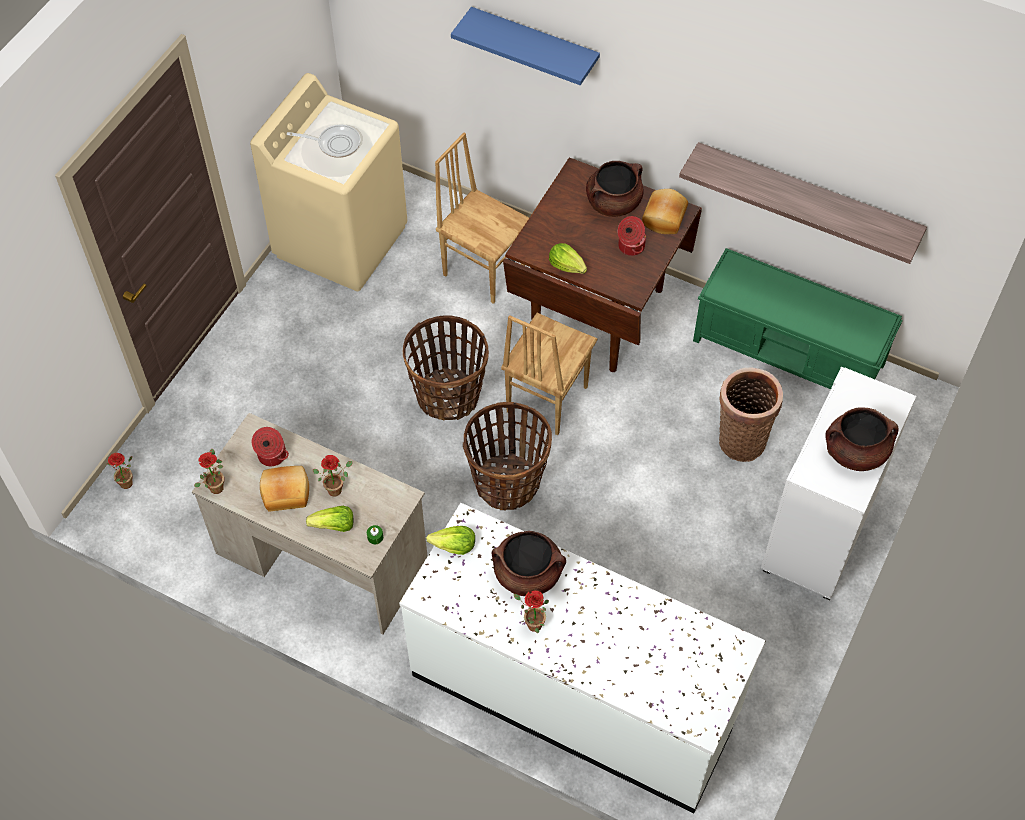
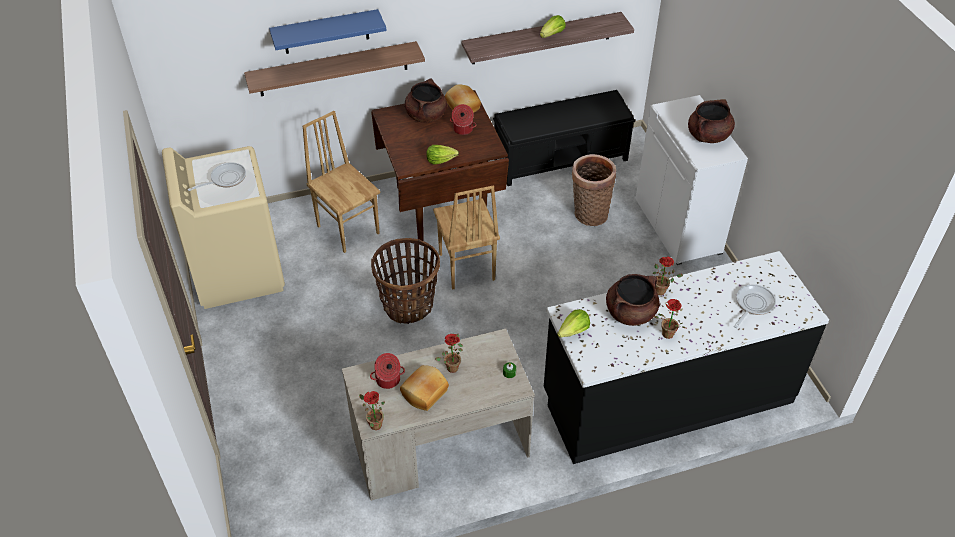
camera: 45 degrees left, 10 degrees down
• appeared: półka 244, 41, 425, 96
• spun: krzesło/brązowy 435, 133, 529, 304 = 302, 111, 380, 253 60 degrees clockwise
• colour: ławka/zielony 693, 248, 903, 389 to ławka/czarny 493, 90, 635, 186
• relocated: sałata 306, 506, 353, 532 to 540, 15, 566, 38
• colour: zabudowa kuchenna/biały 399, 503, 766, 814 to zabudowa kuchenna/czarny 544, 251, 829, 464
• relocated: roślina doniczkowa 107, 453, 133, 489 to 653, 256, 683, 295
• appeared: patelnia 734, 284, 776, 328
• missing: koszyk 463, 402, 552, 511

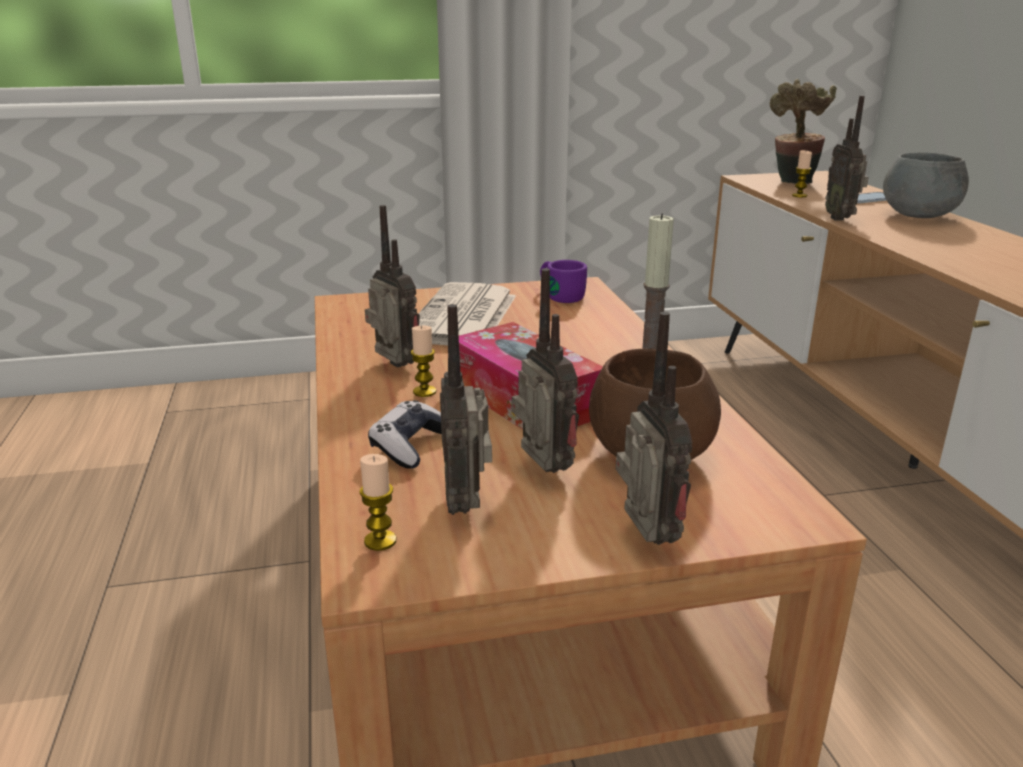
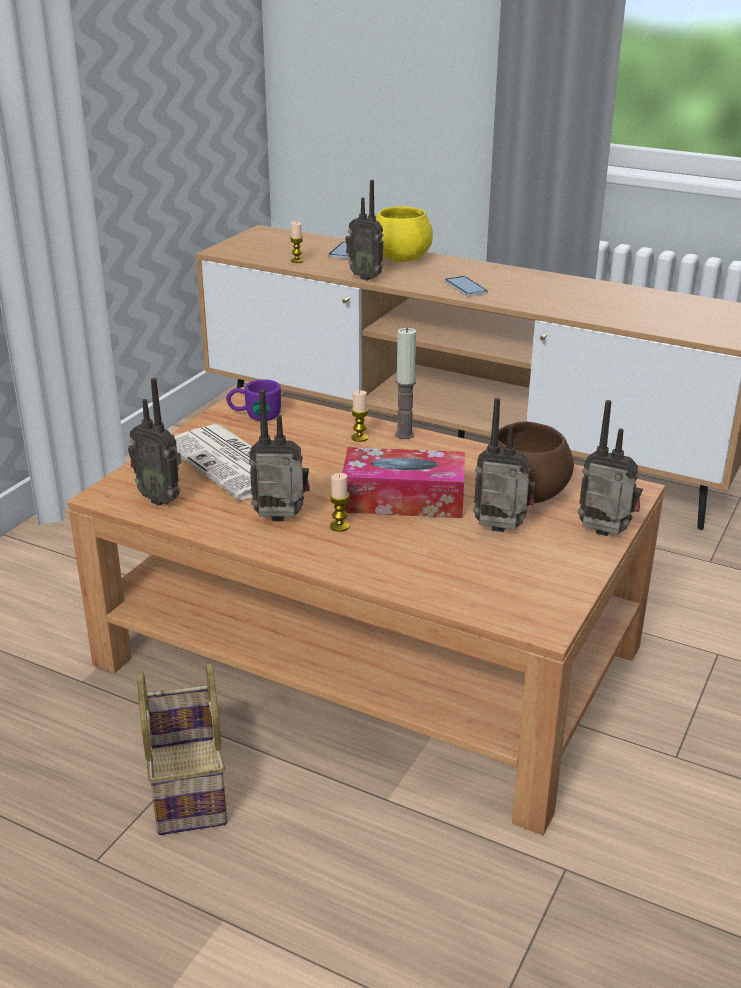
camera: 50 degrees left, 5 degrees up
• relocated: radio 440, 304, 492, 515 to 128, 378, 181, 506
• appeared: koszyk 137, 663, 227, 835
• relocated: świeca 359, 454, 396, 551 to 351, 390, 369, 442
• colour: miska/szary 883, 152, 969, 218 to miska/żółty 376, 206, 433, 262
• appeared: telefon 445, 276, 488, 296
• missing: pad do gier 368, 400, 442, 469
• missing: roślina doniczkowa 770, 79, 837, 184

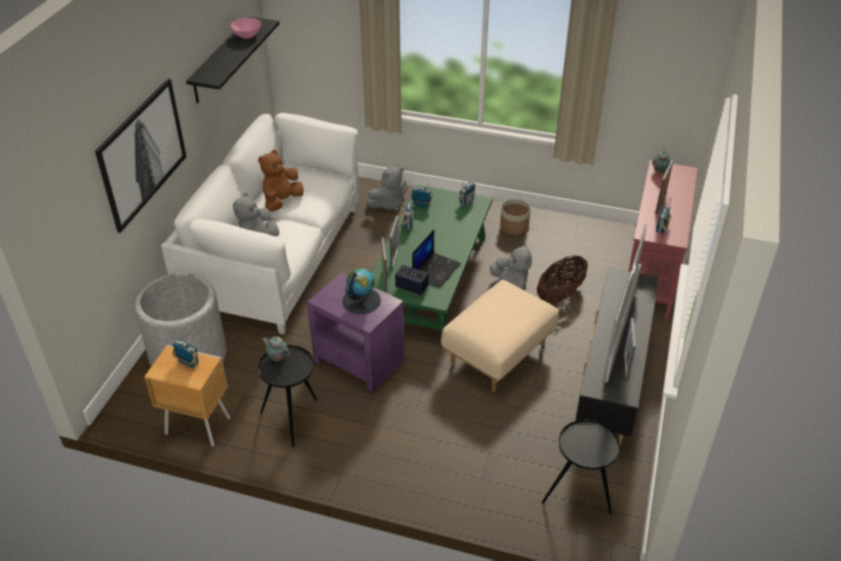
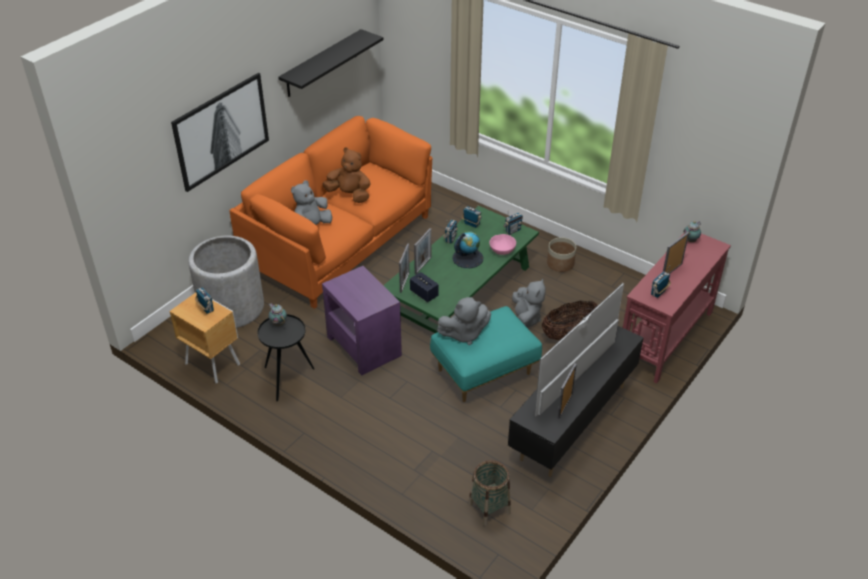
camera: 20 degrees right, 0 degrees up
• colour: kanapa/biały 161, 113, 359, 334 to kanapa/pomarańczowy 229, 116, 432, 309
• spun: pluszak/brązowy 258, 150, 304, 212 = 322, 147, 371, 203 60 degrees clockwise
• colour: pufa/beżowy 441, 280, 559, 392 to pufa/turkusowy 430, 306, 542, 402
• relocated: pluszak/szary 366, 167, 407, 211 to 437, 297, 491, 345
• relocated: globus 342, 268, 381, 314 to 452, 231, 483, 268
• exchanged: stolik/czarny 542, 420, 620, 514 to koszyk 468, 460, 511, 526
• relocated: miska/różowy 231, 18, 261, 39 to 489, 234, 516, 255
• missing: laptop 412, 230, 461, 288

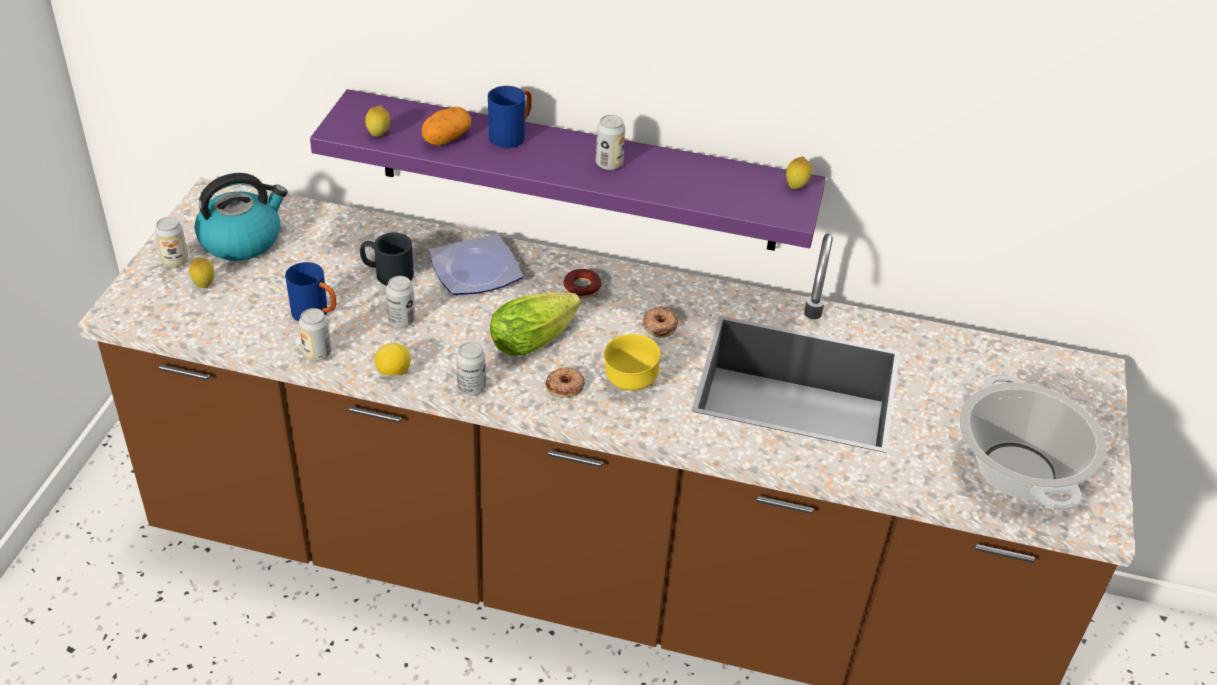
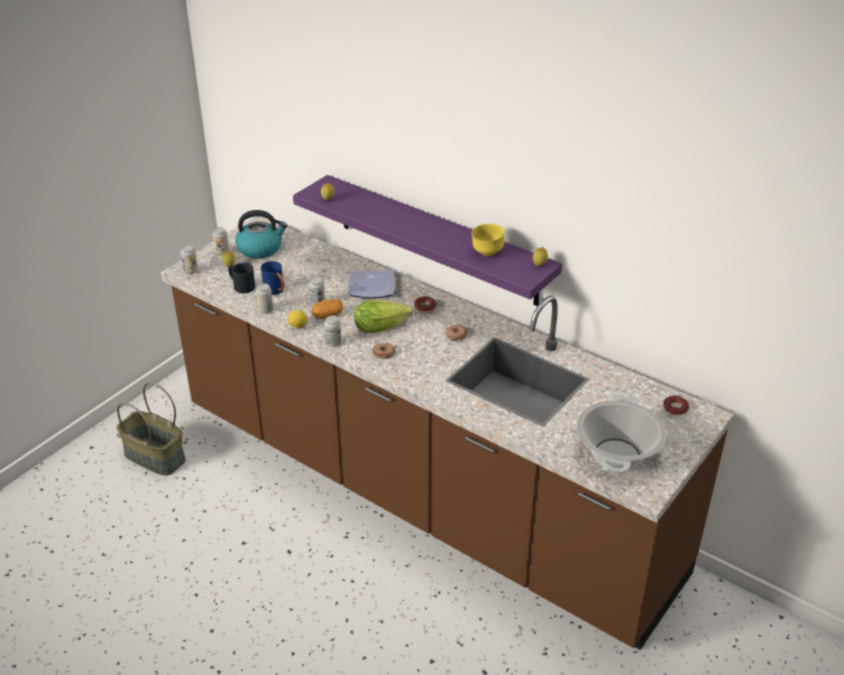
camera: 25 degrees right, 5 degrees down
• appeared: koszyk 117, 382, 186, 476
• relocated: puszka 596, 115, 625, 170 to 180, 245, 198, 274
• relocated: kubek/czarny 360, 233, 414, 286 to 228, 263, 255, 293
• relocated: ziemniak 422, 107, 471, 145 to 311, 299, 343, 319
• relocated: miska/żółty 604, 334, 661, 391 to 471, 224, 505, 256
• appeared: donut 663, 396, 689, 416
• missing: kubek/niebieski 488, 86, 532, 148

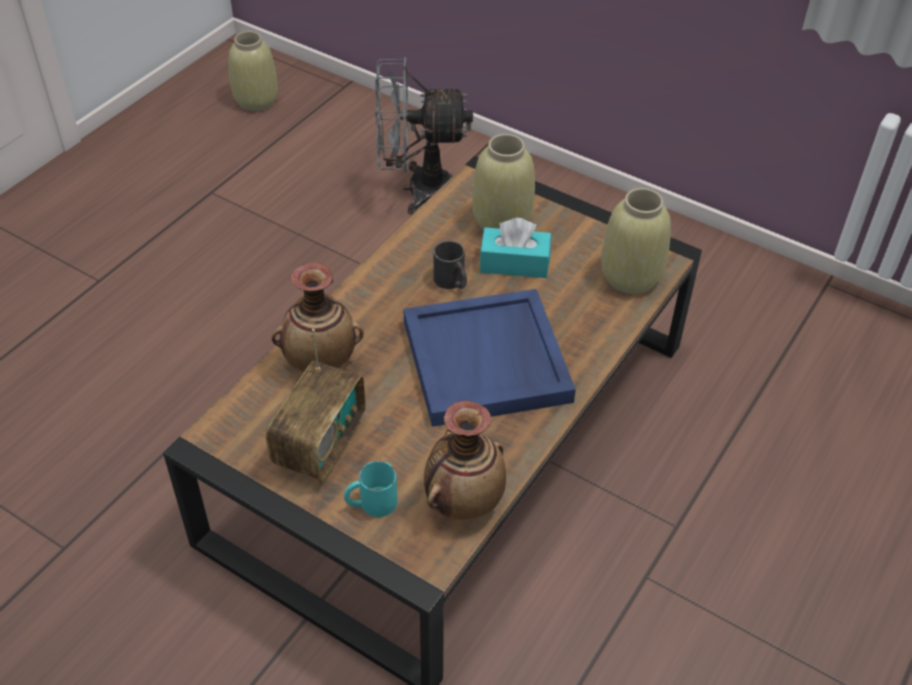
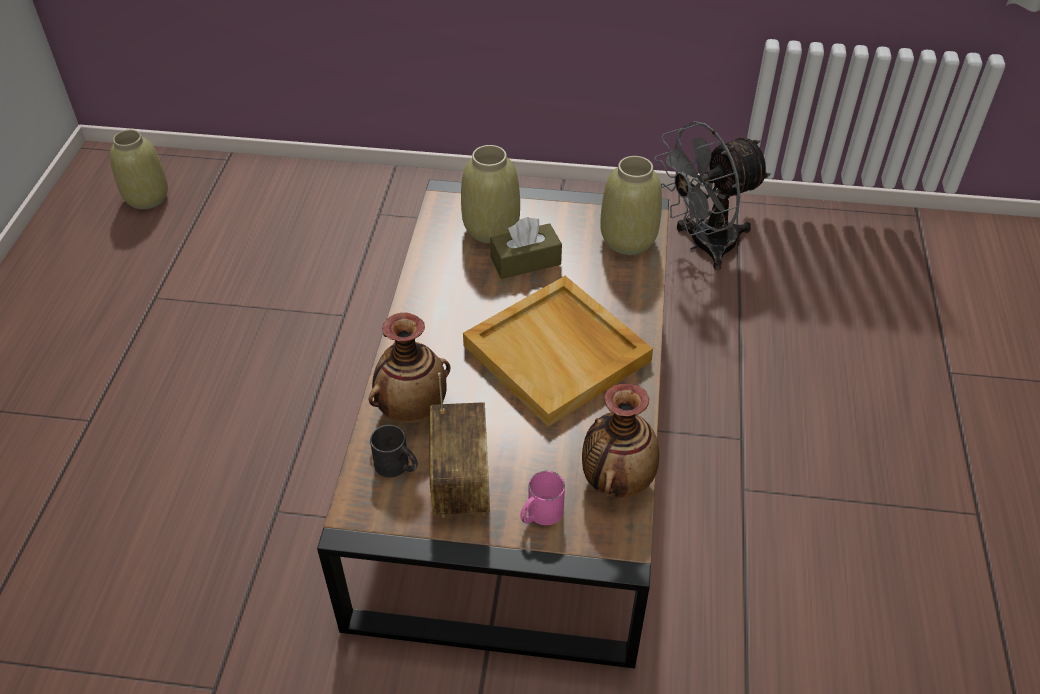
camera: 25 degrees left, 0 degrees up
• relocated: kubek/czarny 433, 241, 467, 289 to 370, 425, 418, 478
• colour: taca/niebieski 403, 289, 576, 427 to taca/beżowy 463, 276, 653, 427
• colour: pudełko chusteczek/turkusowy 480, 218, 551, 278 to pudełko chusteczek/brązowy 490, 217, 562, 279
• colour: kubek/turkusowy 344, 461, 398, 517 to kubek/różowy 520, 471, 565, 525
• relocated: wentylator/szary 375, 57, 473, 215 to 654, 121, 771, 270

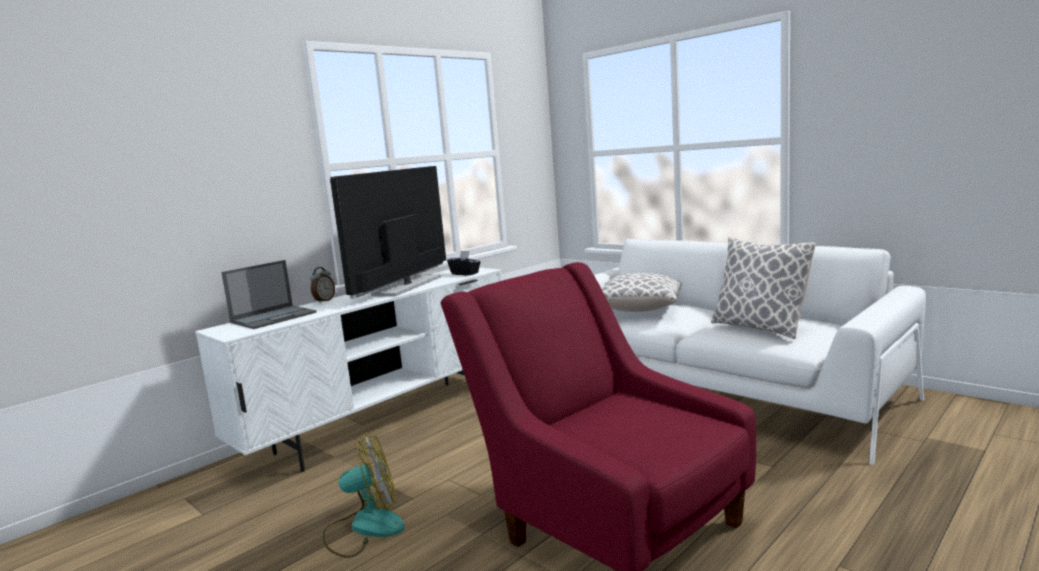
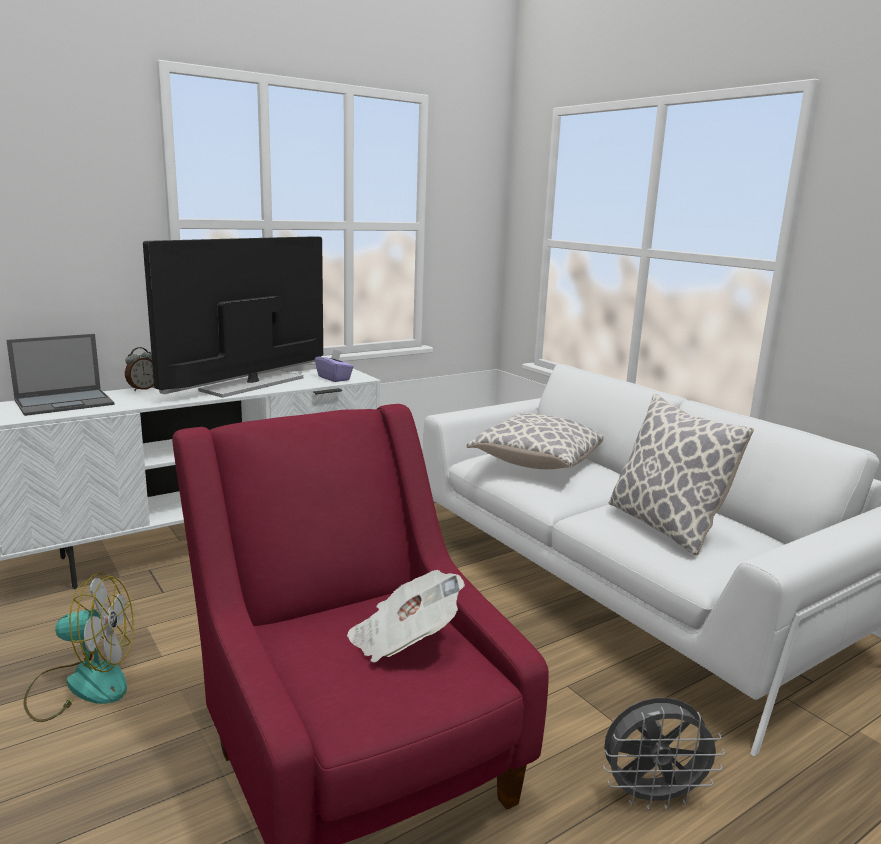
camera: 10 degrees right, 5 degrees up
• colour: pudełko chusteczek/czarny 447, 251, 480, 276 to pudełko chusteczek/fioletowy 315, 349, 354, 382
• appeared: gazeta 347, 570, 465, 663
• appeared: wentylator/szary 603, 698, 725, 810

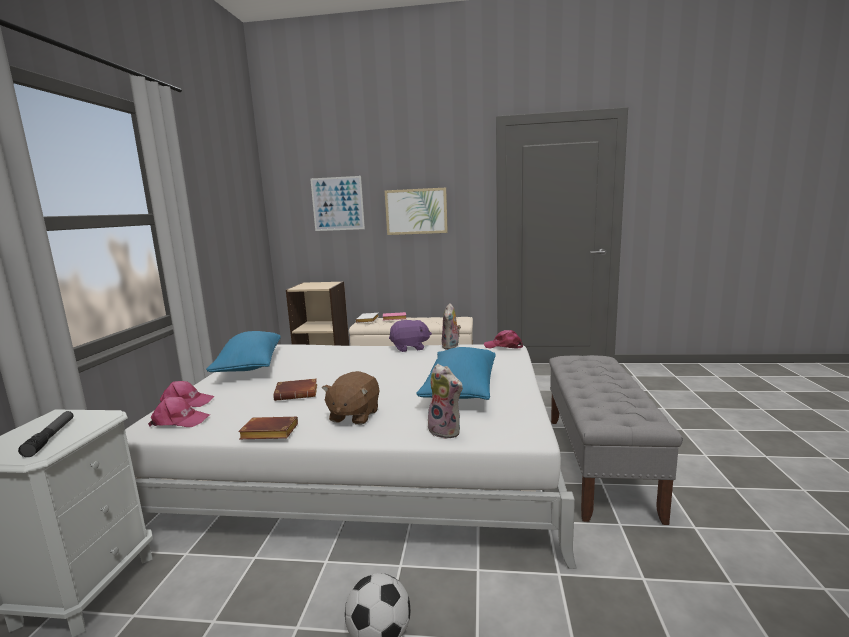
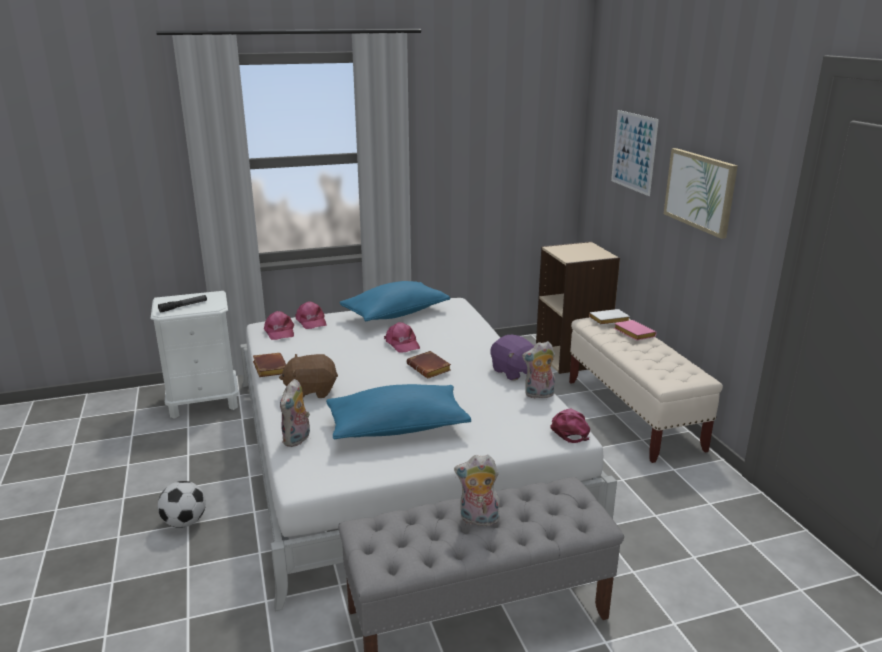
camera: 65 degrees right, 10 degrees up
• appeared: czapka z daszkiem/różowy 384, 322, 420, 353
• relocated: książka/brązowy 273, 378, 317, 401 to 407, 351, 451, 378
• appeared: pluszak 454, 455, 501, 526

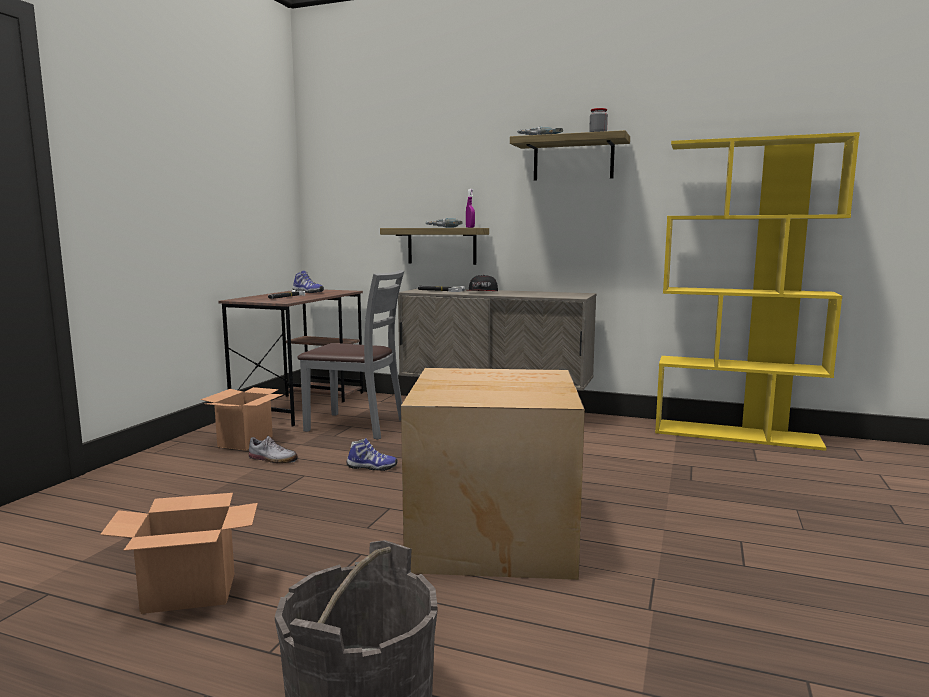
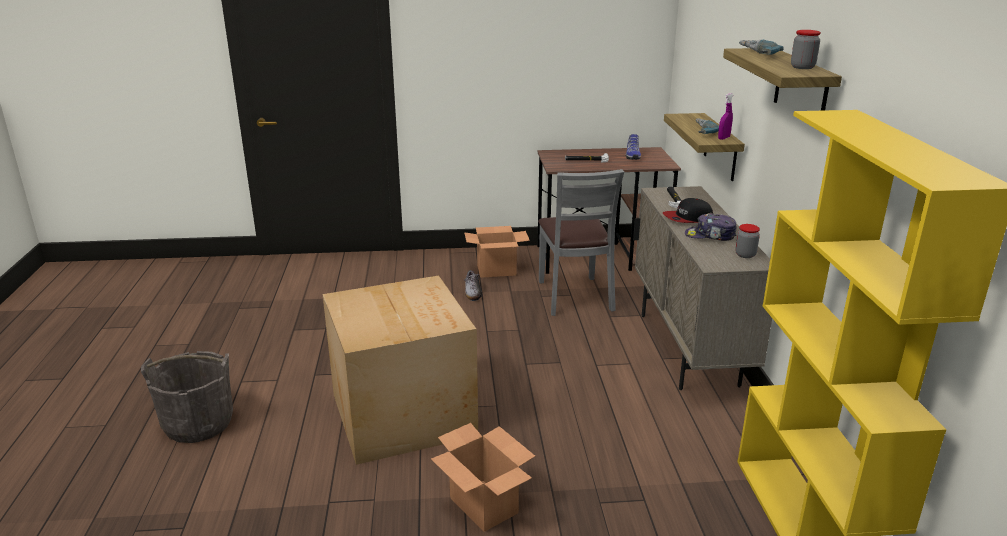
camera: 65 degrees right, 15 degrees up
• relocated: karton 100, 493, 258, 614 to 431, 423, 535, 532
• appeared: czapka z daszkiem 685, 213, 737, 241
• appeared: słoik 735, 224, 760, 258
• missing: but 347, 438, 397, 471

